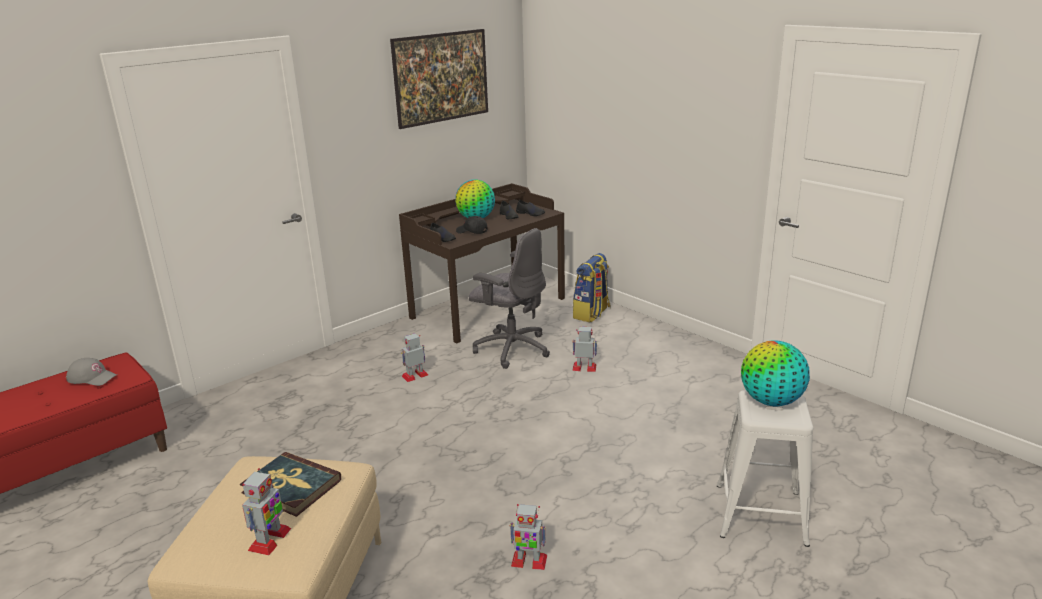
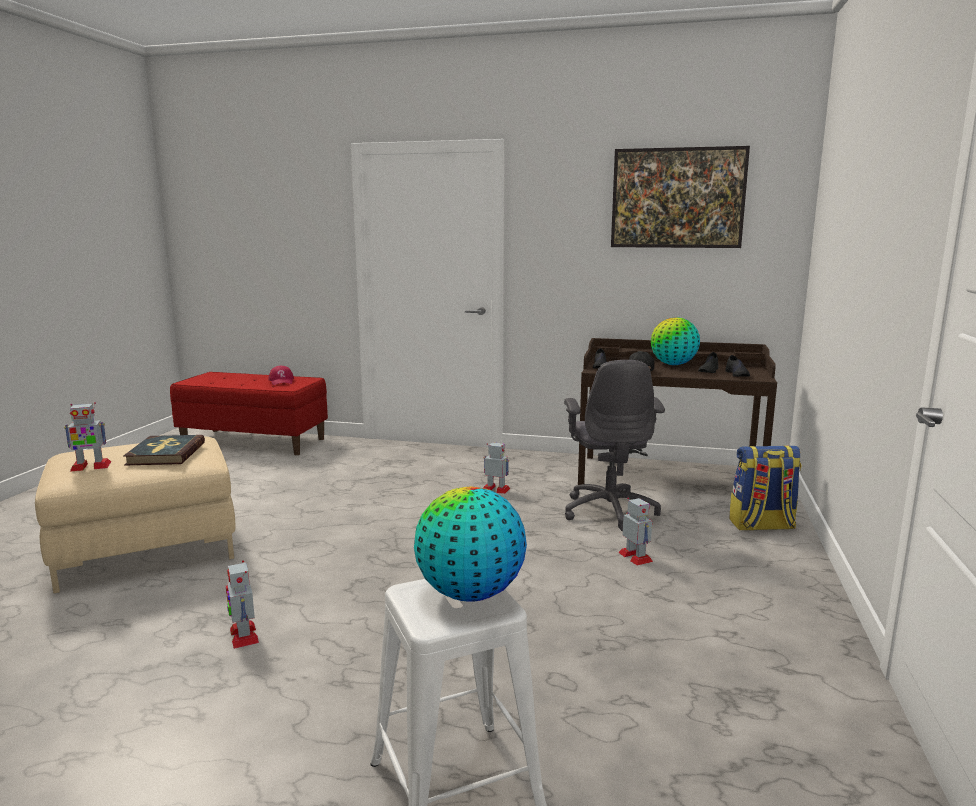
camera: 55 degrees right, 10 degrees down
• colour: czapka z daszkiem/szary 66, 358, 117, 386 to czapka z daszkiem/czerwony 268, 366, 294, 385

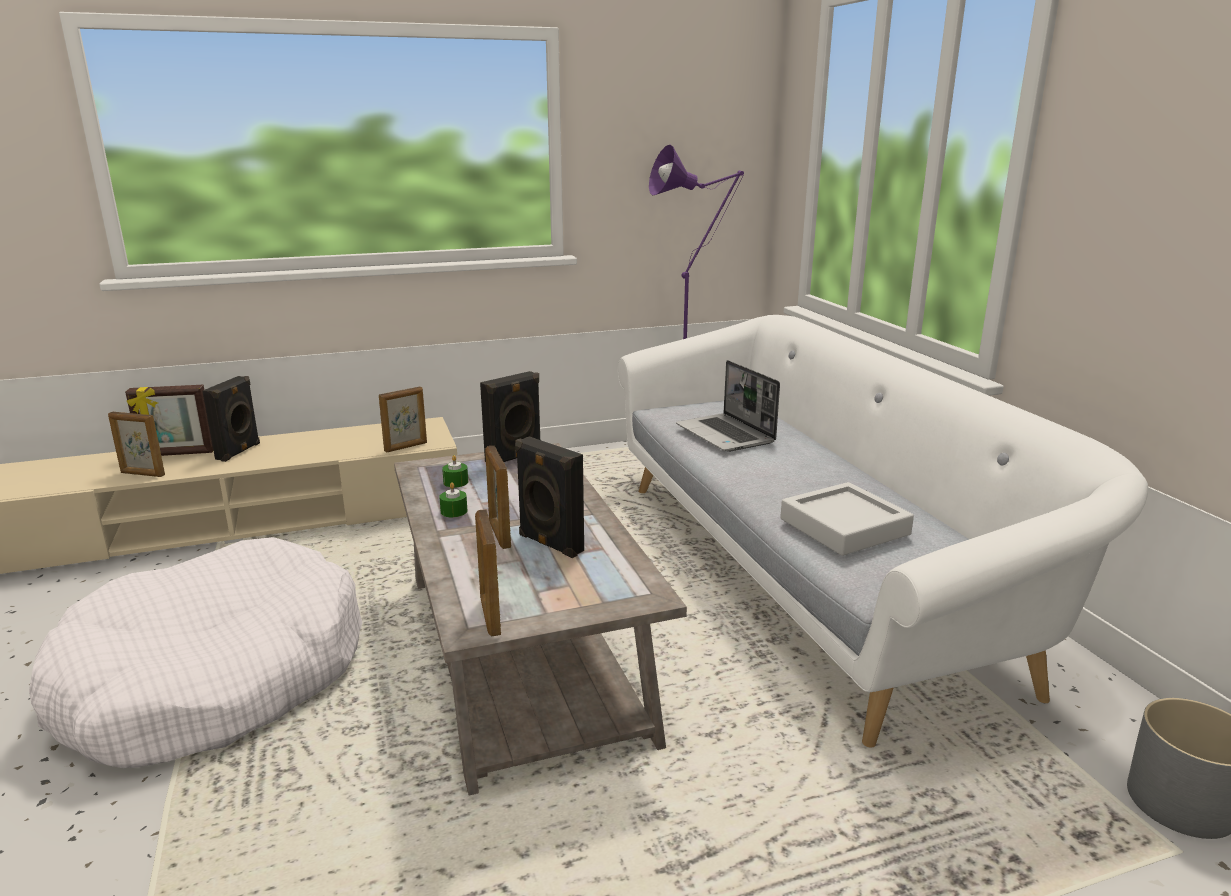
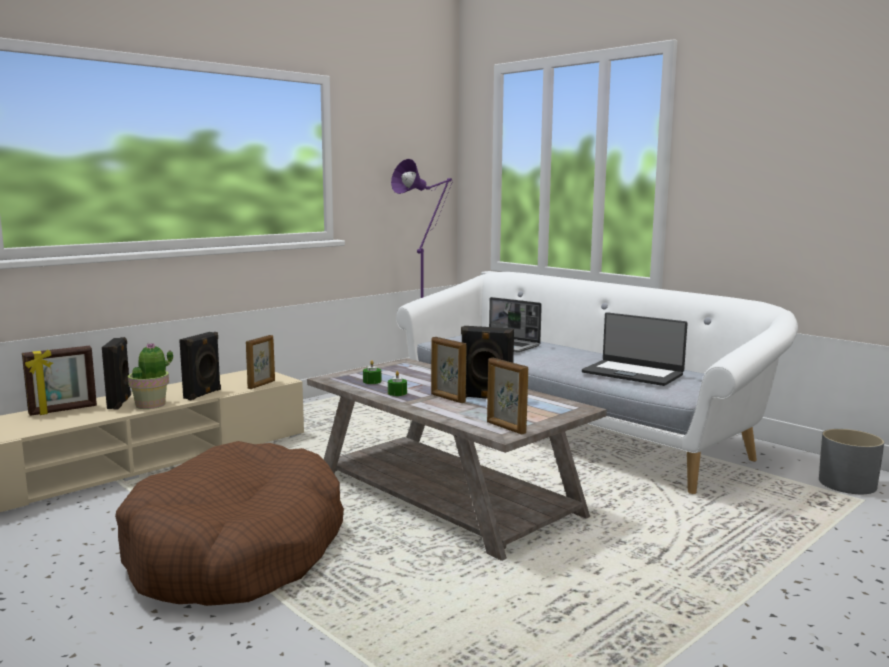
camera: 25 degrees left, 10 degrees down
• colour: legowisko/biały 29, 537, 362, 768 to legowisko/brązowy 115, 441, 344, 606
• appeared: roślina doniczkowa 128, 343, 173, 409
• relocated: głośnik/czarny 480, 371, 540, 462 to 179, 332, 221, 400
• exchanged: taca/szary 780, 482, 914, 556 to laptop 582, 312, 688, 386
• missing: ramka na zdjęcie 108, 412, 165, 477

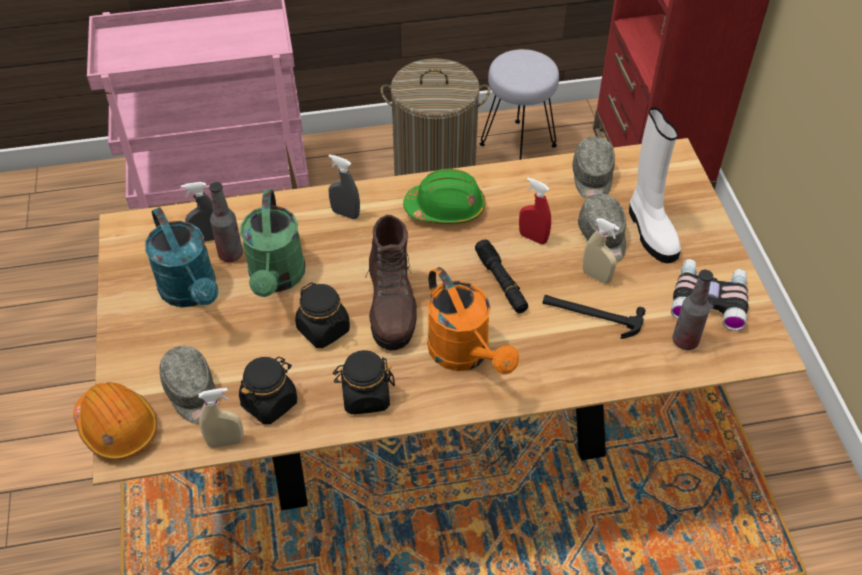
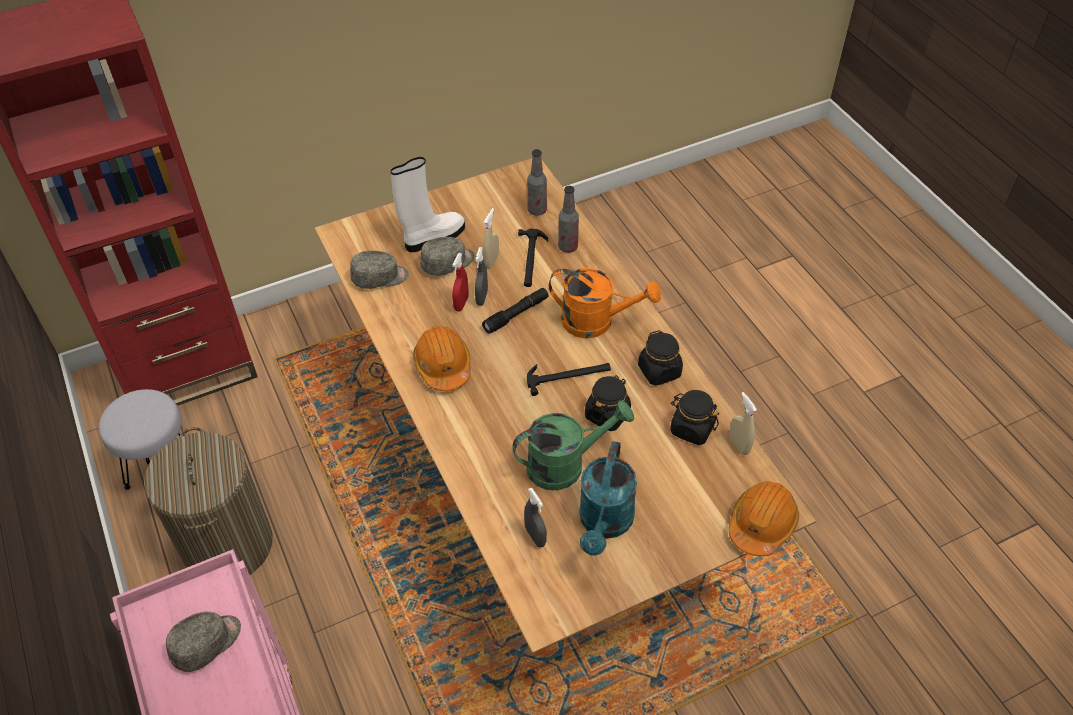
camera: 105 degrees left, 0 degrees up
• relocated: czapka z daszkiem/szary 160, 346, 218, 424 to 166, 612, 241, 672
• colour: kask/zielony 403, 169, 485, 224 to kask/pomarańczowy 413, 326, 471, 391
• relocated: spryskiwacz/szary 328, 154, 360, 219 to 475, 247, 488, 306
• exchanged: but z cholewką/brązowy 366, 215, 417, 350 to młotek 527, 363, 611, 396
• spun: konewka/pomarańczowy 427, 267, 519, 375 = 549, 268, 661, 338 60 degrees clockwise
• relocated: butelka 209, 182, 243, 262 to 558, 186, 579, 253
• spun: konewka/turkusowy 145, 207, 218, 307 = 579, 441, 637, 555 150 degrees clockwise
• missing: lornetka 671, 259, 749, 331

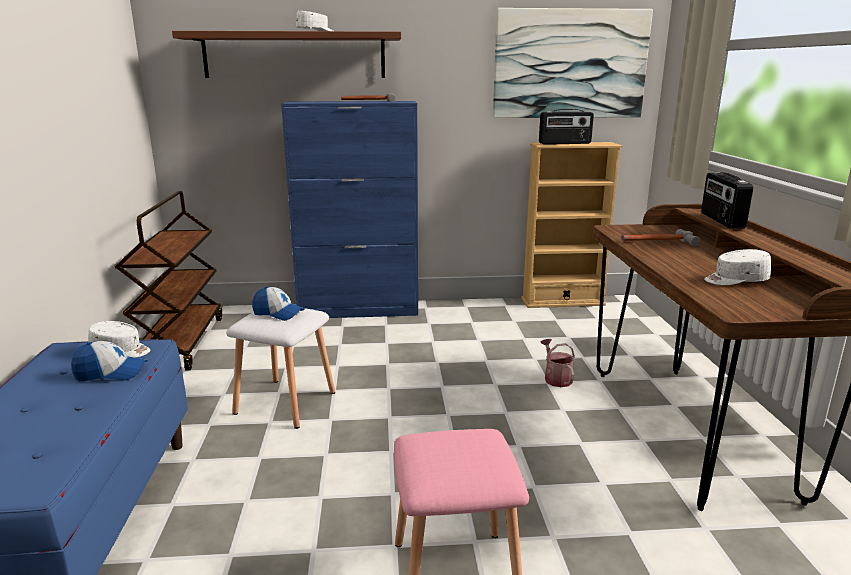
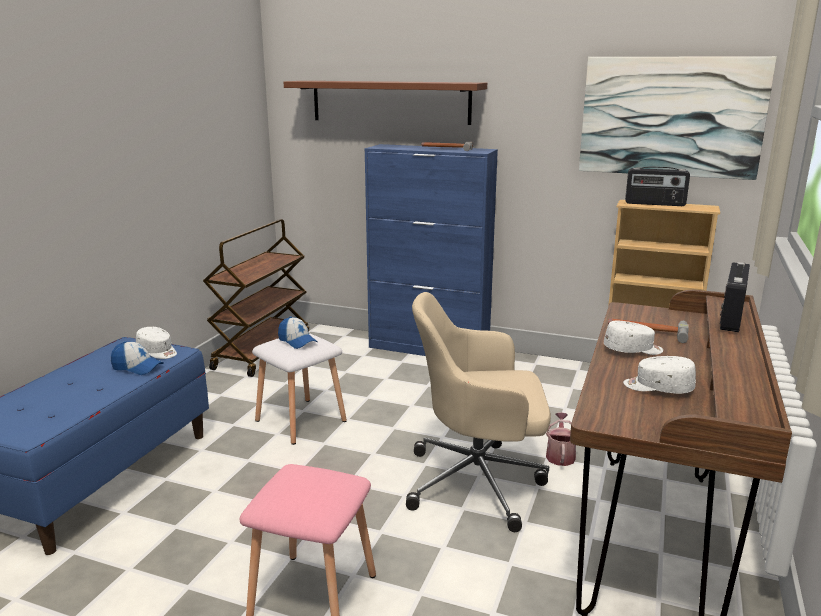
camera: 25 degrees right, 0 degrees up
• appeared: krzesło biurowe/beżowy 406, 292, 551, 532
• relocated: czapka z daszkiem/biały 296, 11, 333, 31 to 604, 321, 663, 355

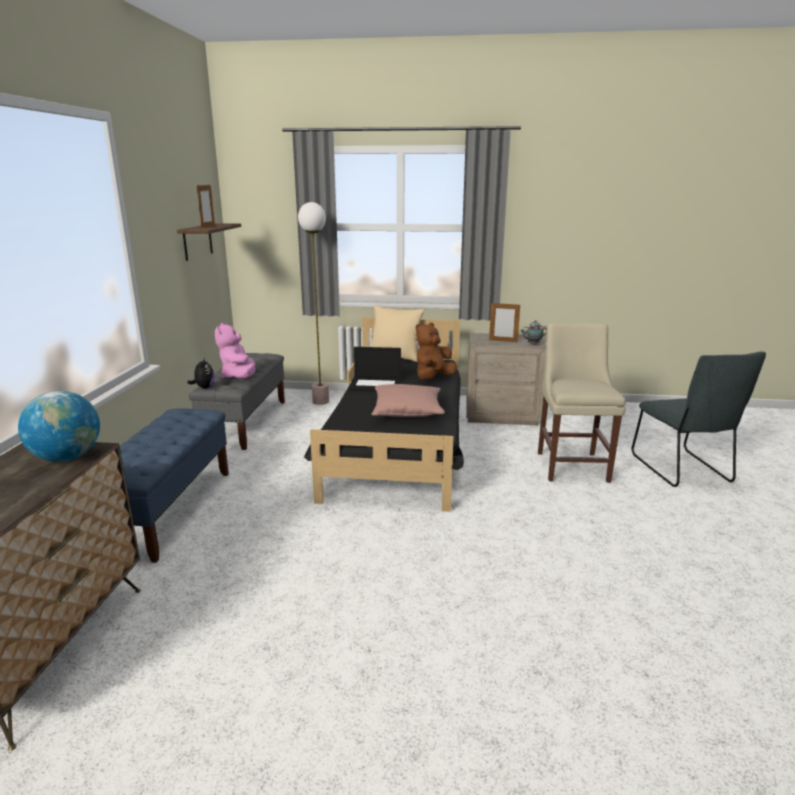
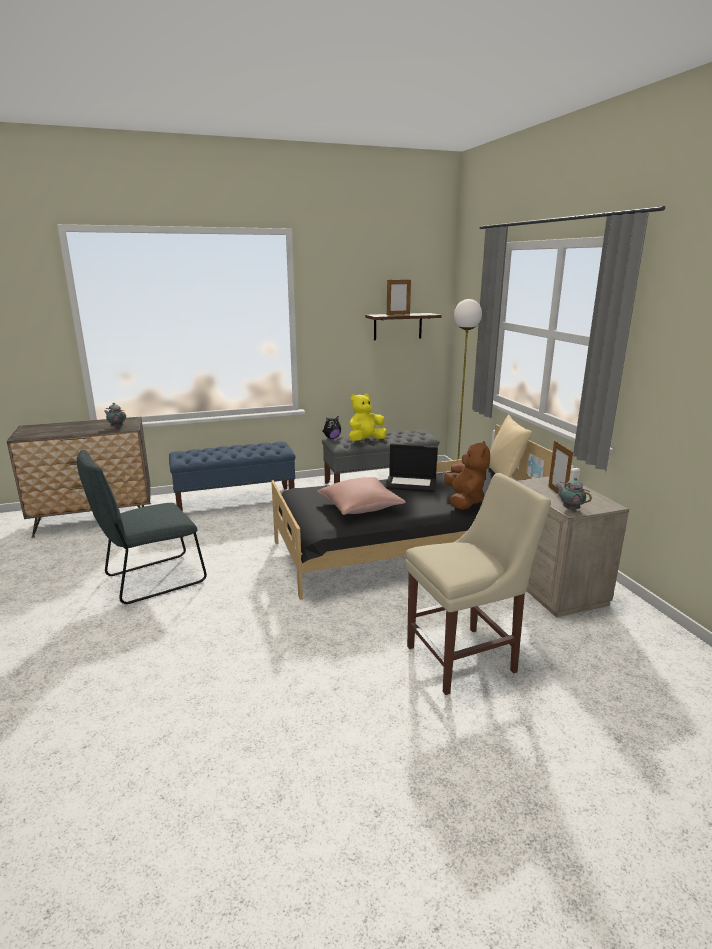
camera: 65 degrees right, 0 degrees up
• relocated: krzesło/szary 632, 352, 766, 487 to 77, 450, 207, 604
• exchanged: globus 18, 391, 100, 462 to imbryk 104, 403, 126, 428
• colour: pluszak/różowy 215, 323, 255, 379 to pluszak/żółty 349, 393, 386, 441
• spun: laptop 349, 347, 401, 392 = 385, 444, 438, 492 60 degrees counterclockwise
• spun: pluszak/brązowy 416, 323, 456, 380 = 444, 441, 490, 510 75 degrees clockwise

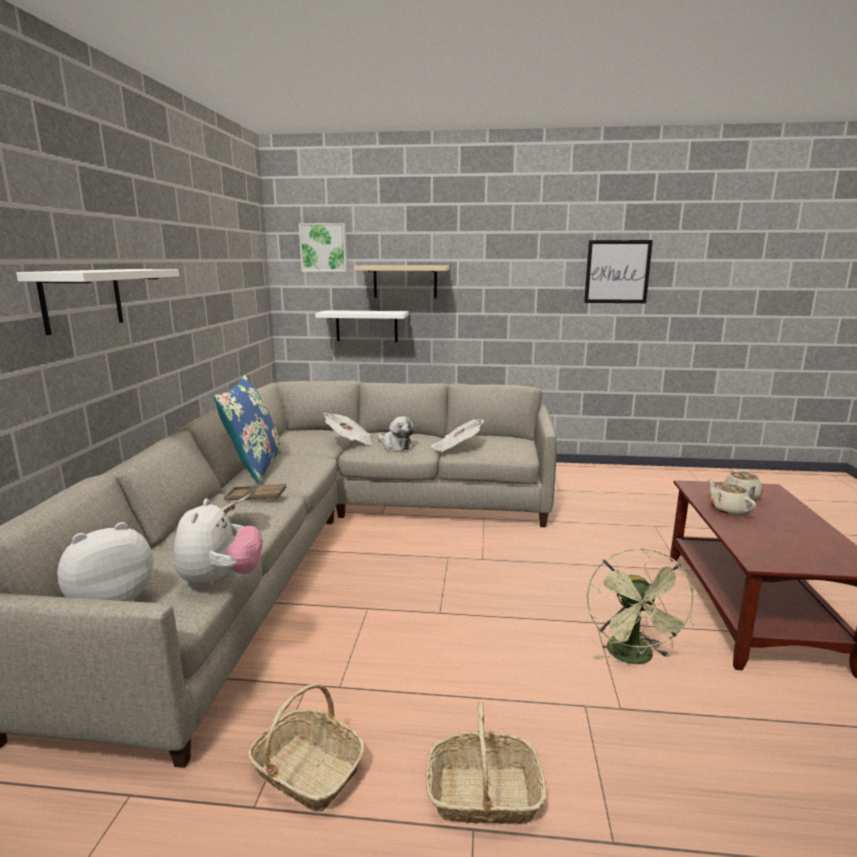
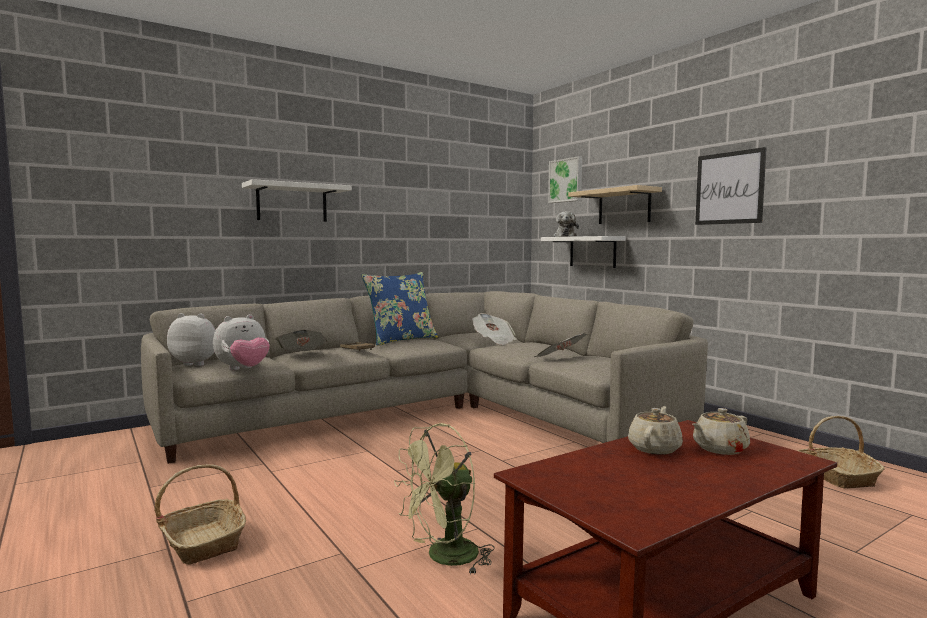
camera: 50 degrees right, 10 degrees down
• relocated: pluszak 377, 416, 414, 451 to 553, 211, 579, 237
• relocated: obraz 584, 240, 653, 303 to 695, 147, 767, 225
• relocated: koszyk 247, 683, 365, 812 to 797, 416, 885, 489

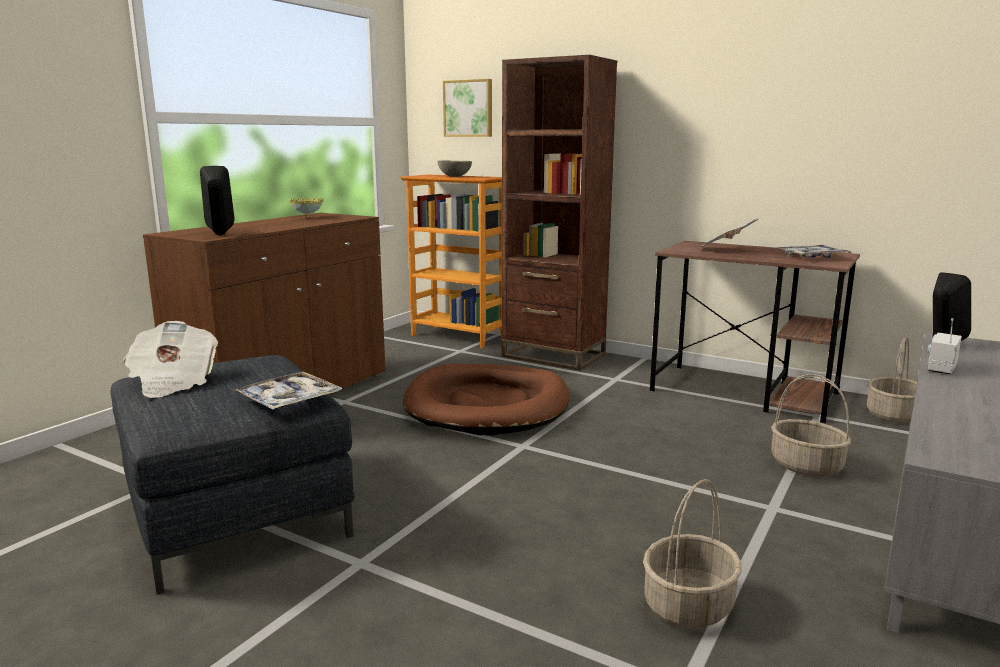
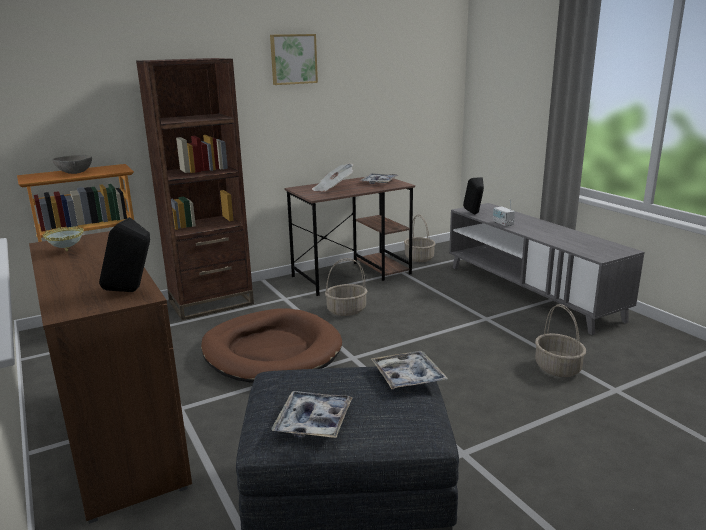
camera: 60 degrees left, 5 degrees up
• relocated: obraz 443, 79, 492, 137 to 270, 34, 318, 85
• exchanged: gazeta 123, 321, 218, 398 to taca 271, 391, 353, 438
• relocated: koszyk 771, 374, 851, 477 to 325, 258, 367, 316

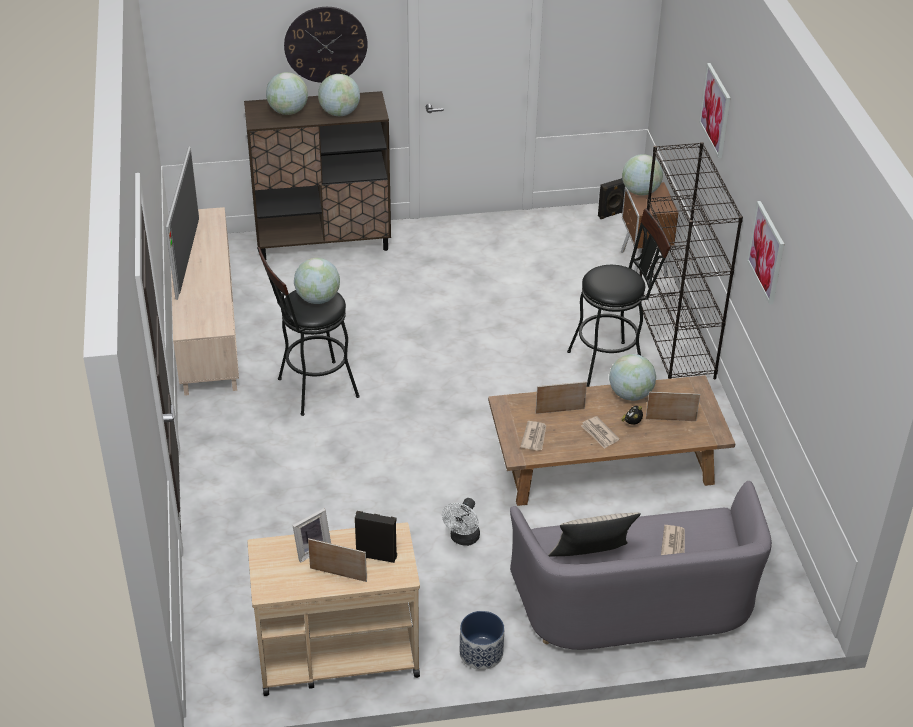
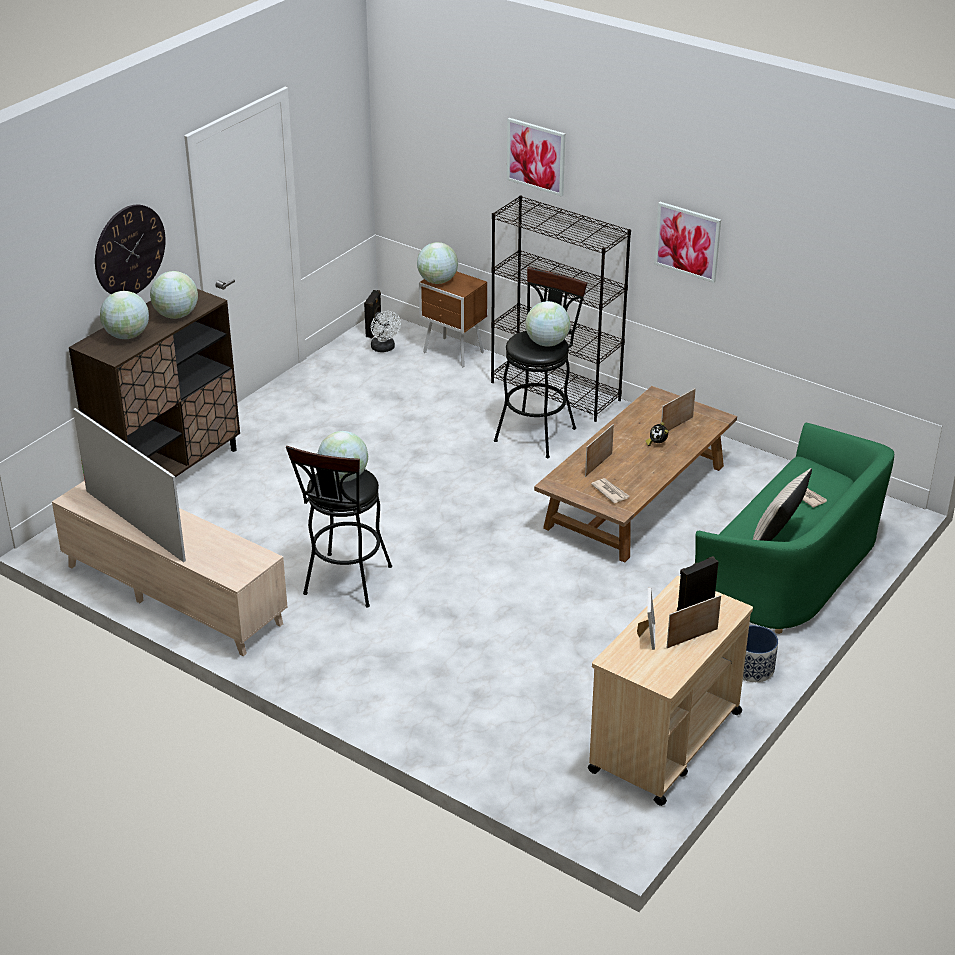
camera: 45 degrees left, 5 degrees down
• relocated: wentylator/biały 442, 498, 480, 546 to 371, 311, 401, 352
• relocated: globus 609, 354, 656, 401 to 526, 301, 570, 347
• colour: kanapa/szary 510, 481, 772, 650 to kanapa/zielony 695, 423, 894, 634
• missing: gazeta 581, 416, 619, 449

